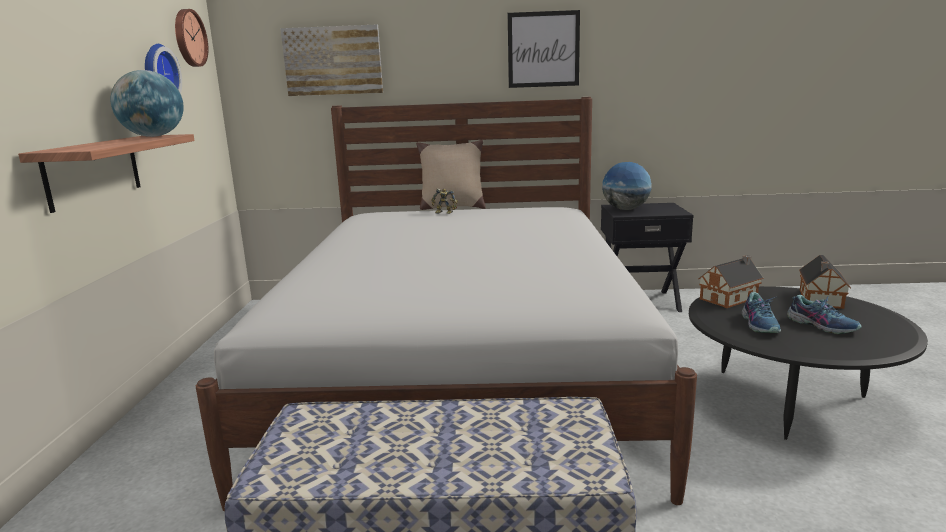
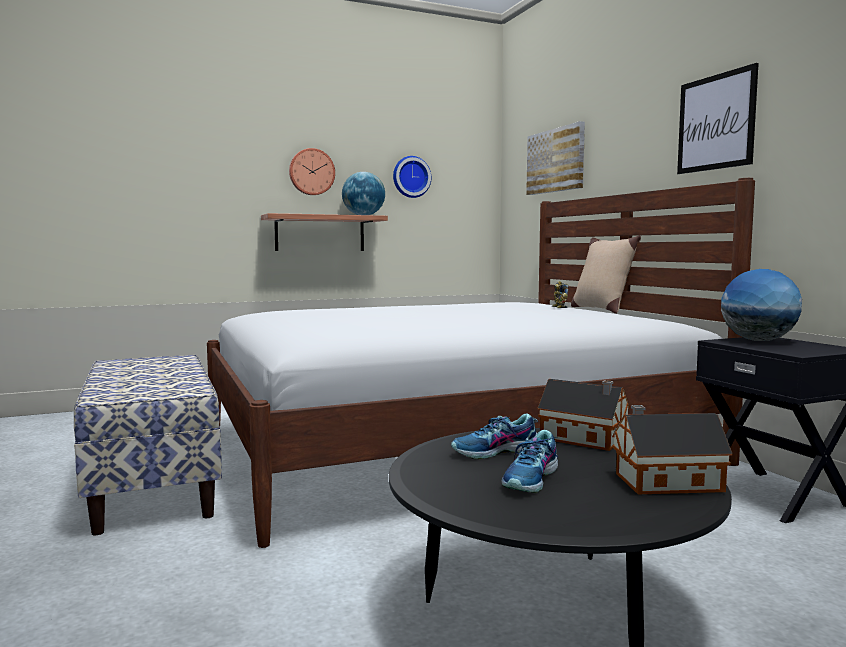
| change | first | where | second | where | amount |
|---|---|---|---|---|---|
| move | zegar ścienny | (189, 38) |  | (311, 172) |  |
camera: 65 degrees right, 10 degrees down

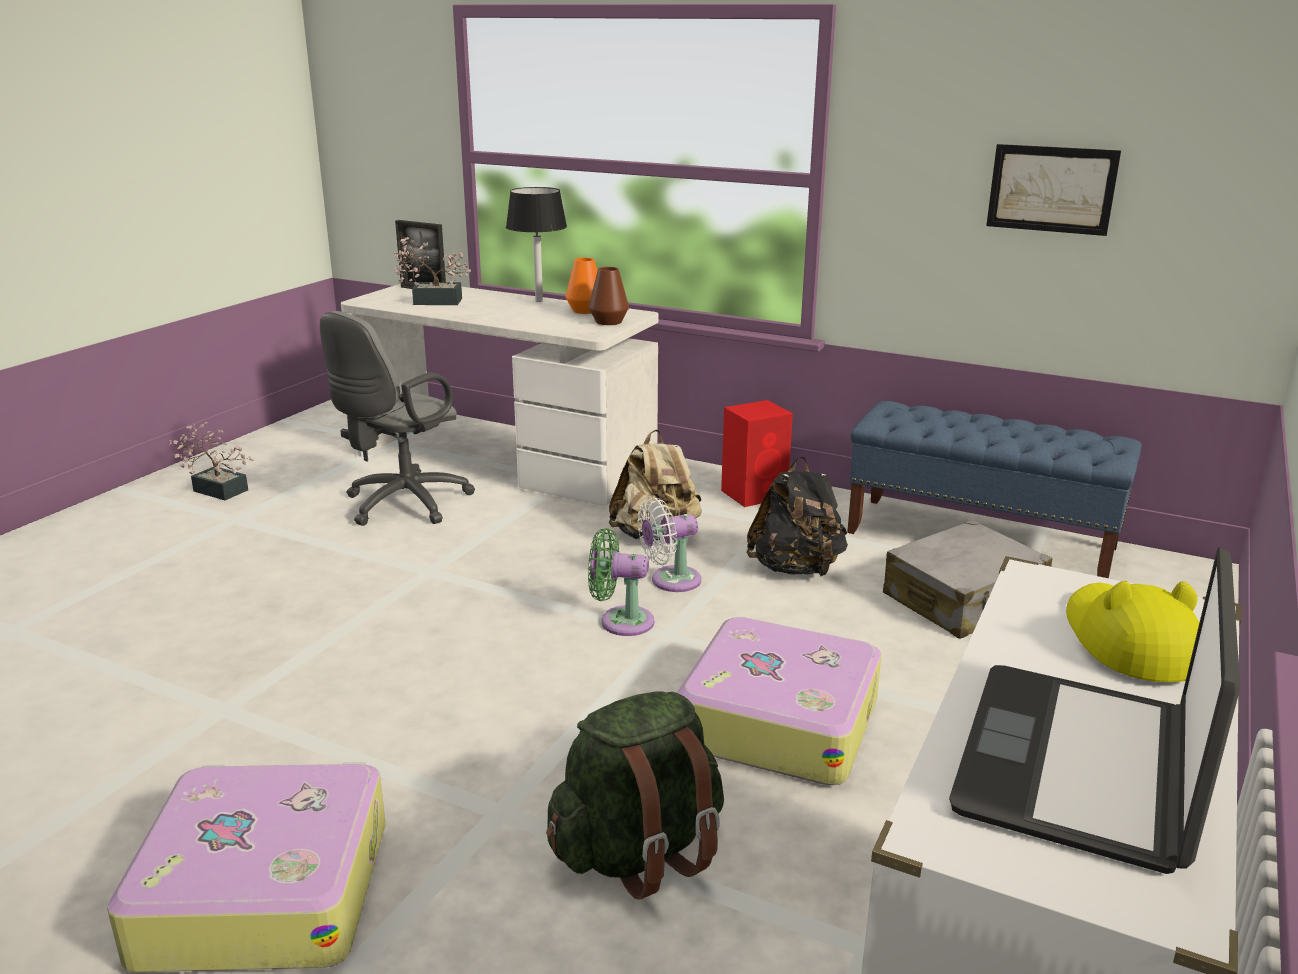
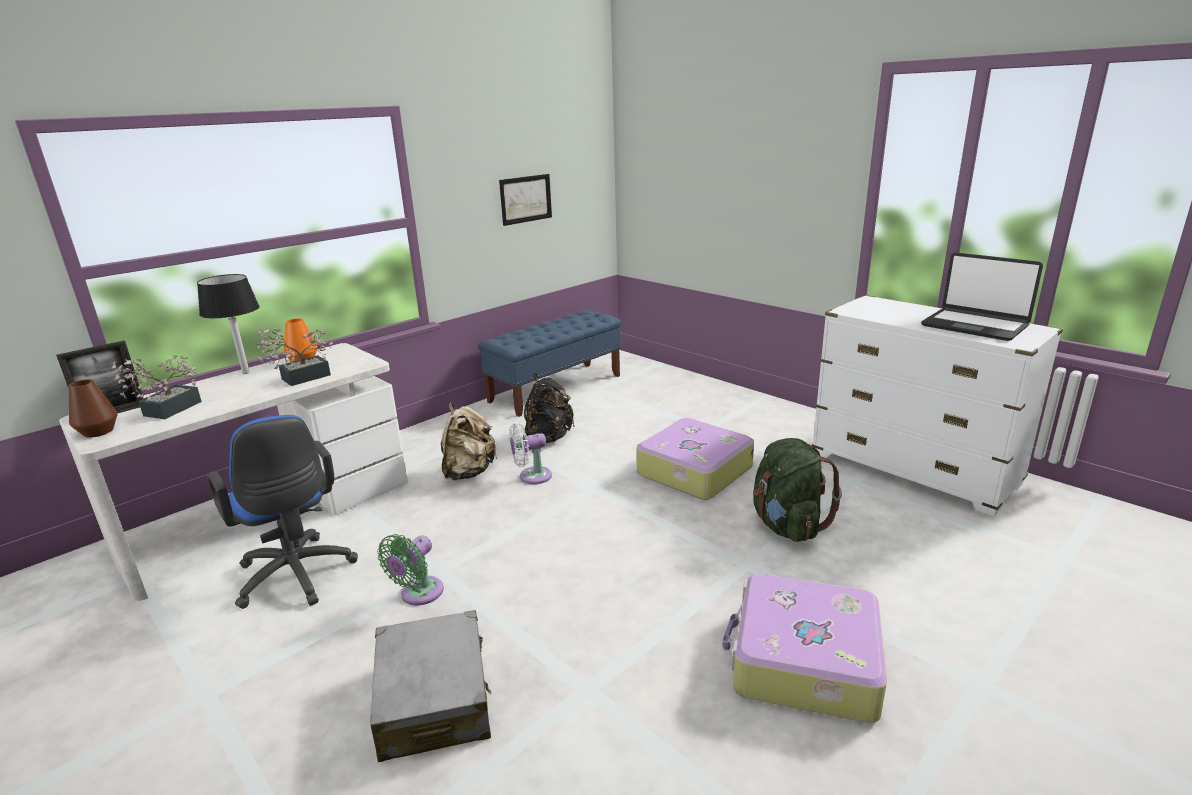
| change | first | where | second | where | amount |
|---|---|---|---|---|---|
| move | wazon (brązowy) | (609, 322) |  | (98, 431) |  |
| recolor | krzesło biurowe (szary) | (401, 505) | krzesło biurowe (niebieski) | (297, 578) |  |
| delete | głośnik (czerwony) | (755, 494) |  |  |  |
| move | roślina doniczkowa | (217, 489) |  | (300, 378) |  |
| rotate | wentylator (biały) | (670, 581) |  | (532, 476) | 75 degrees clockwise |
| move | walizka (szary) | (963, 599) |  | (434, 699) |  |
| move | wentylator (zielony) | (621, 621) |  | (418, 594) |  |
| delete | kapelusz (żółty) | (1128, 640) |  |  |  |
camera: 70 degrees left, 0 degrees up

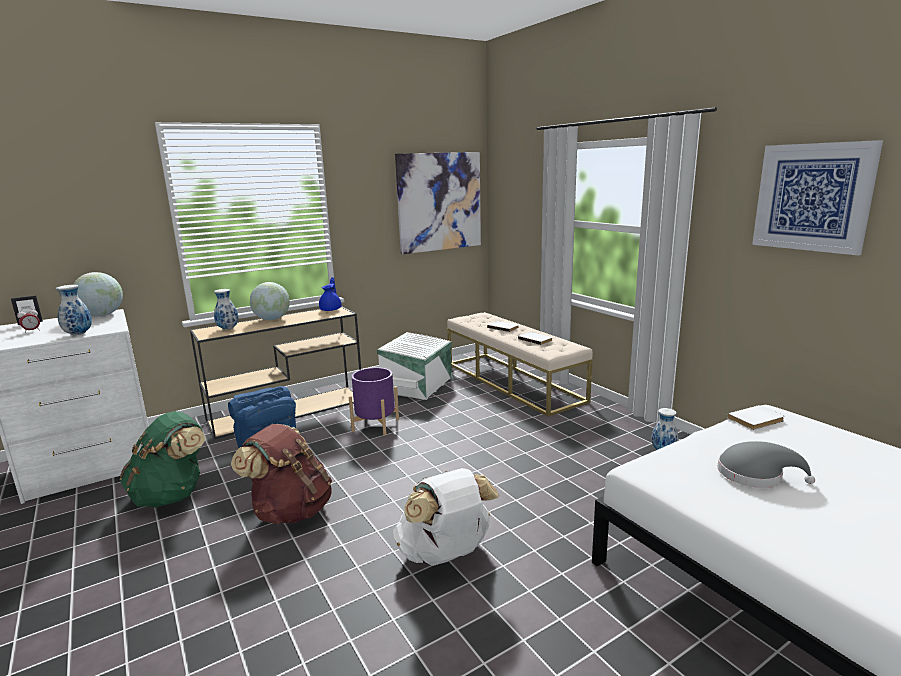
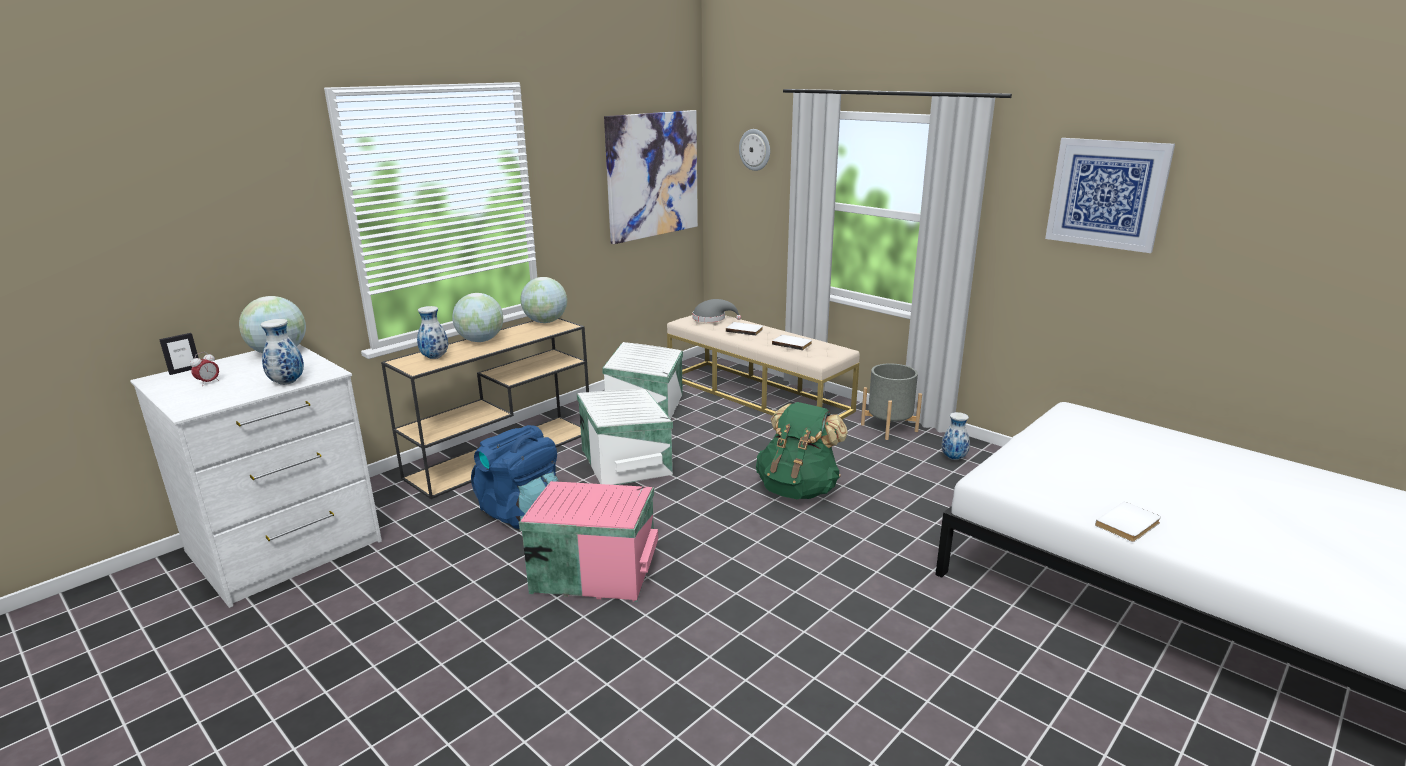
| change | first | where | second | where | amount |
|---|---|---|---|---|---|
| replace | imbryk (niebieski) | (331, 309) | globus | (545, 322) |  |
| replace | donica (fioletowy) | (375, 425) | pojemnik do przechowywania (biały) | (627, 461) |  |
| move | książka (biały) | (757, 420) |  | (1130, 525) |  |
| move | plecak (zielony) | (172, 495) |  | (798, 489) |  |
| replace | plecak (brązowy) | (291, 511) | pojemnik do przechowywania (różowy) | (593, 568) |  |
| move | kapelusz (szary) | (755, 475) |  | (712, 318) |  |
| delete | plecak (biały) | (445, 554) |  |  |  |
| insert |  |  | zegar ścienny | (755, 149) |  |
| insert |  |  | donica (szary) | (889, 428) |  |
camera: 15 degrees left, 5 degrees up

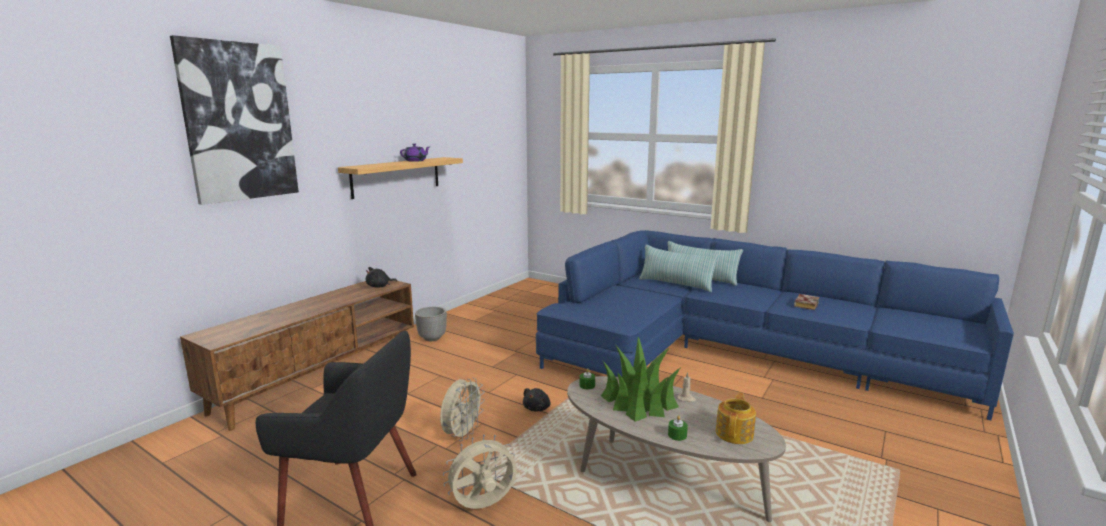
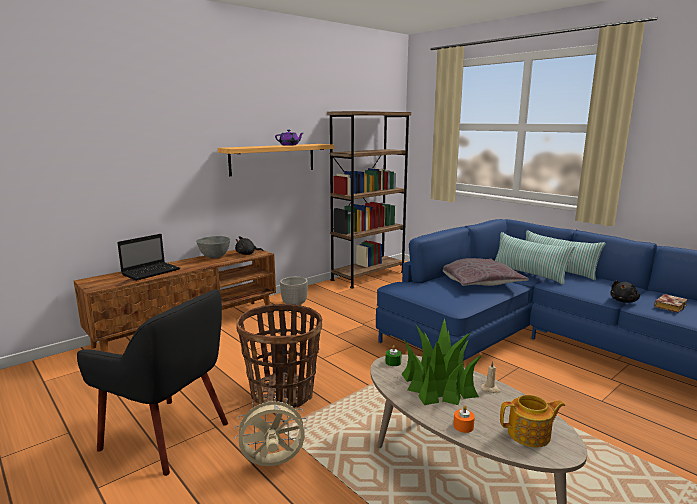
| change | first | where | second | where | amount |
|---|---|---|---|---|---|
| delete | obraz | (239, 122) |  |  |  |
| replace | wentylator (beżowy) | (462, 434) | koszyk | (283, 393) |  |
| move | pluszak (czarny) | (537, 408) |  | (624, 301) |  |
| rotate | imbryk | (735, 433) |  | (530, 434) | 45 degrees clockwise |
| recolor | świeca (zielony) | (677, 435) | świeca (pomarańczowy) | (463, 426) |  |
| insert |  |  | regał (brązowy) | (368, 276) |  |
| insert |  |  | laptop | (152, 272) |  |
| insert |  |  | miska (szary) | (215, 257) |  |
| insert |  |  | poduszka (szary) | (477, 281) |  |
camera: 15 degrees right, 0 degrees up

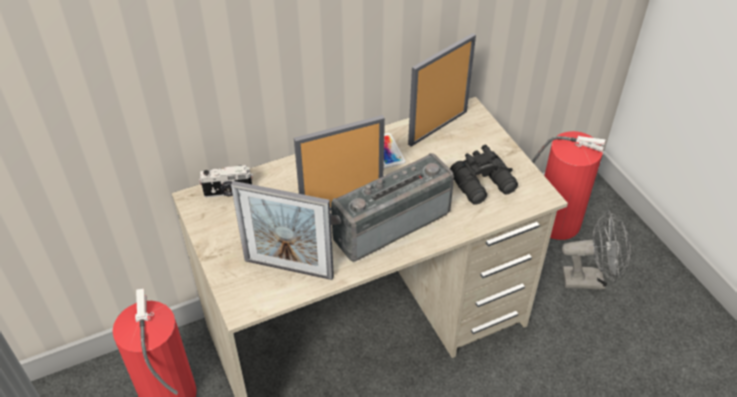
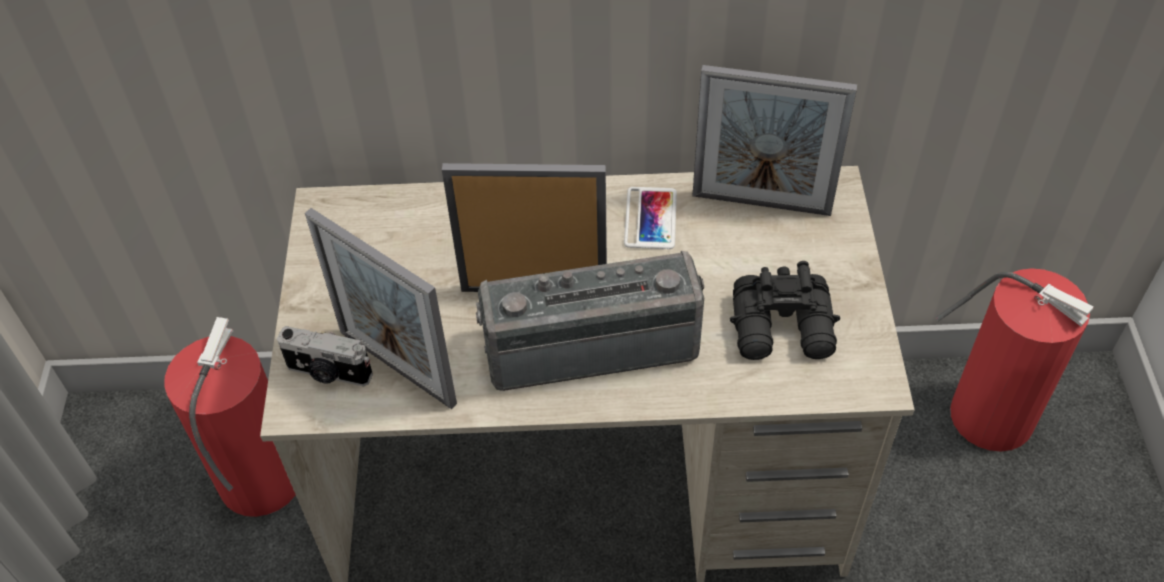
| change | first | where | second | where | amount |
|---|---|---|---|---|---|
| rotate | ramka na zdjęcie | (437, 128) |  | (761, 203) | 150 degrees counterclockwise |
| move | aparat fotograficzny | (228, 192) |  | (328, 373) |  |
| delete | wentylator (szary) | (590, 279) |  |  |  |
camera: 25 degrees right, 5 degrees up

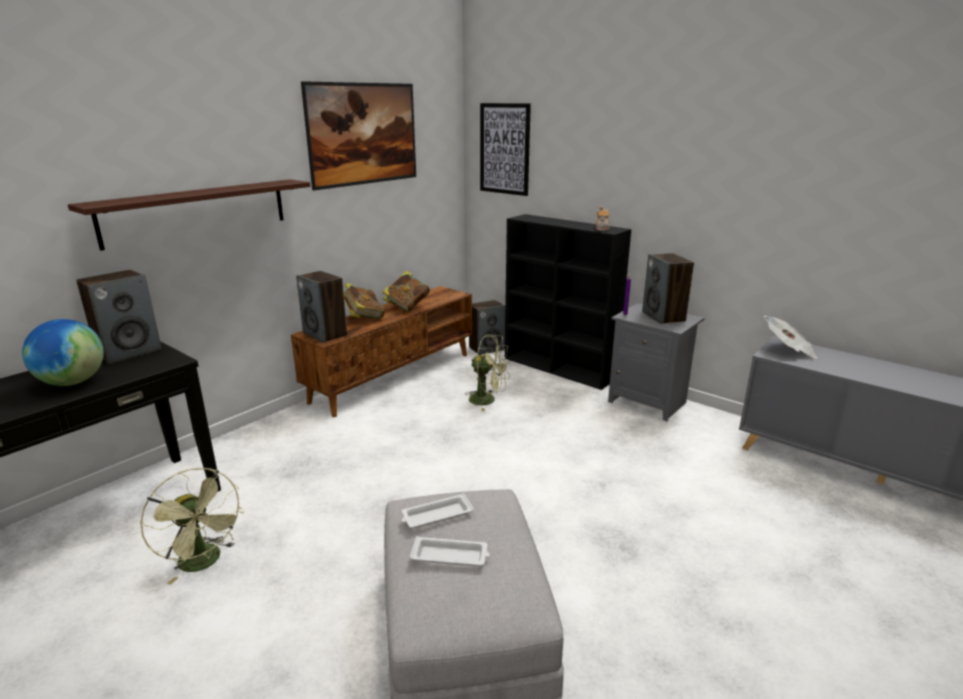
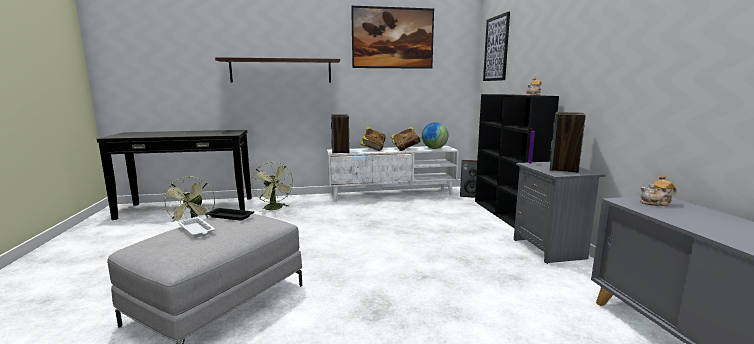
| change | first | where | second | where | amount |
|---|---|---|---|---|---|
| delete | głośnik | (129, 352) |  |  |  |
| recolor | szafka pod telewizor (brązowy) | (393, 377) | szafka pod telewizor (biały) | (392, 194) |  |
| replace | gazeta | (788, 350) | imbryk | (656, 203) |  |
| move | globus | (72, 382) |  | (434, 148) |  |
| move | wentylator (zielony) | (488, 400) |  | (275, 209) |  |
| recolor | taca (biały) | (436, 516) | taca (czarny) | (229, 216) |  |
camera: 40 degrees right, 10 degrees down

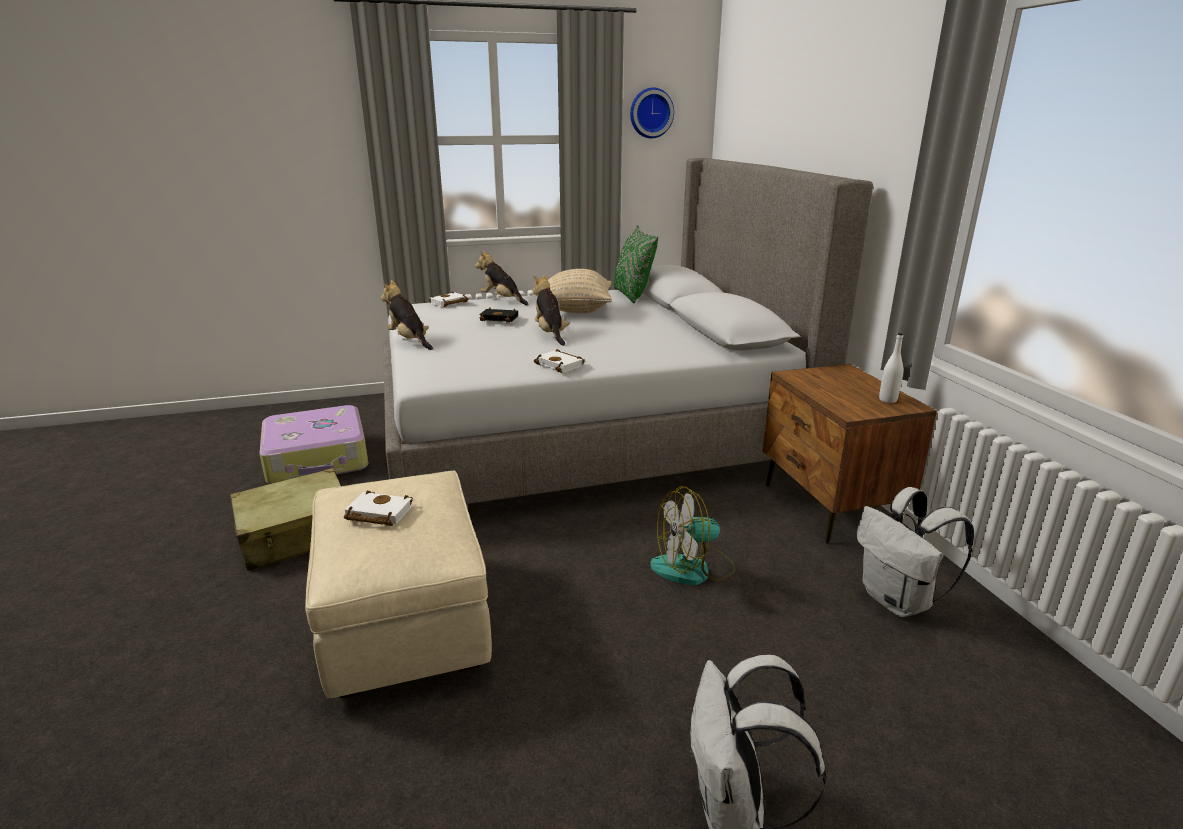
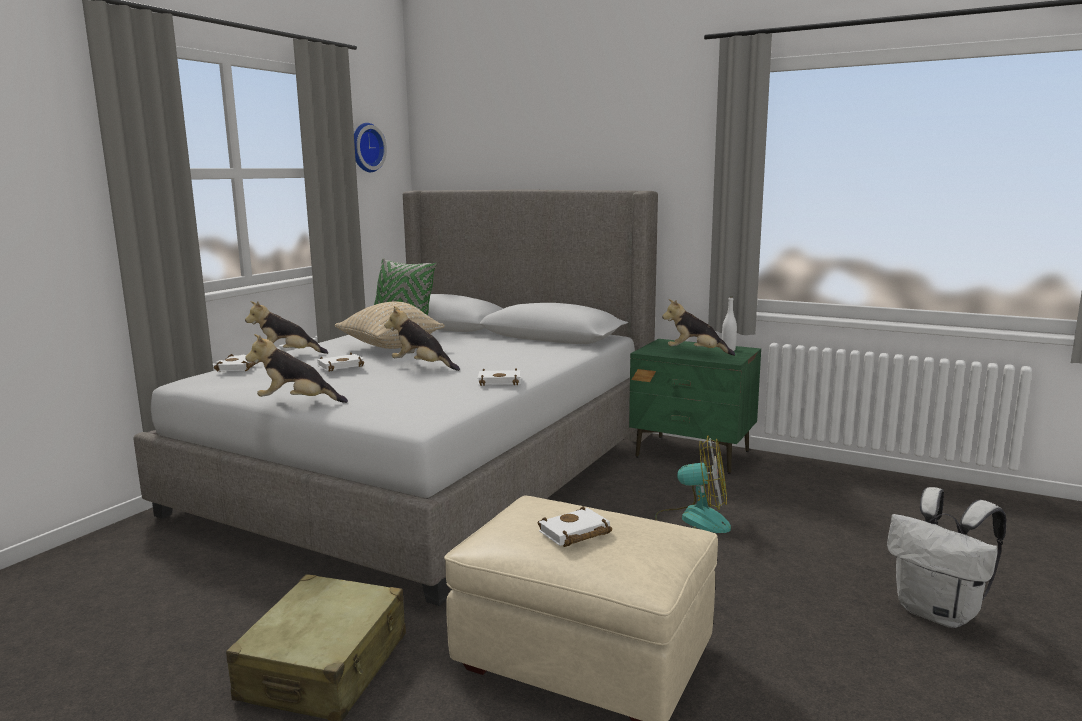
| change | first | where | second | where | amount |
|---|---|---|---|---|---|
| recolor | książka (czarny) | (500, 318) | książka (biały) | (341, 366) |  |
| recolor | szafka nocna (brązowy) | (829, 507) | szafka nocna (zielony) | (693, 454) |  |
| delete | walizka | (318, 459) |  |  |  |
| rotate | wentylator | (693, 568) |  | (693, 521) | 105 degrees counterclockwise |
| delete | plecak (biały) | (898, 601) |  |  |  |
| insert |  |  | pluszak | (695, 353) |  |
camera: 45 degrees left, 10 degrees down

